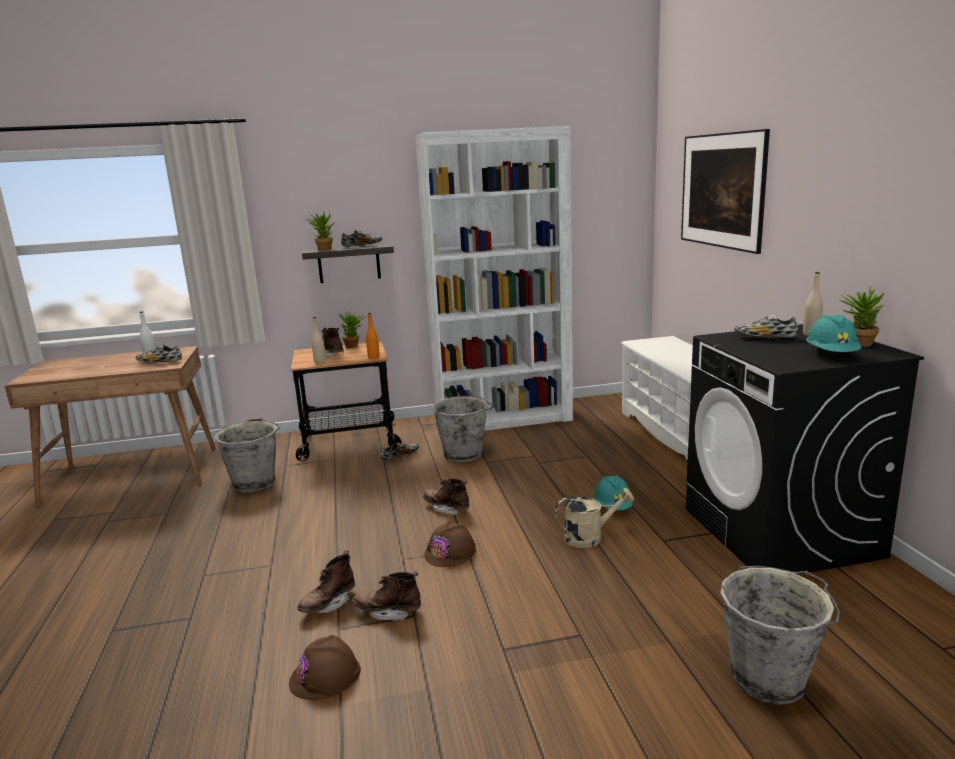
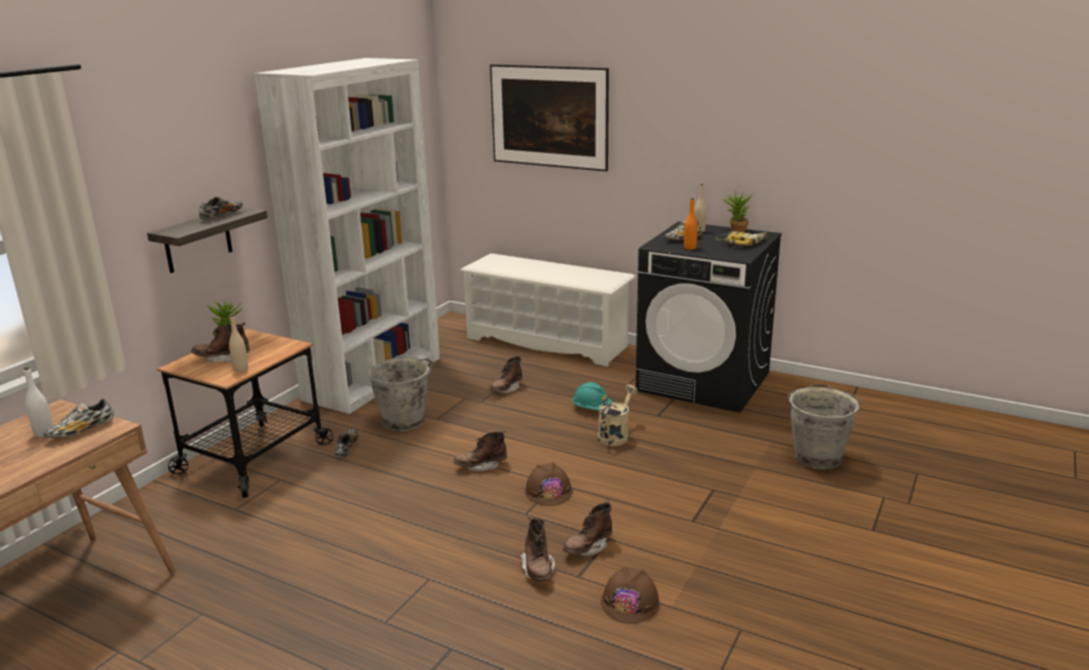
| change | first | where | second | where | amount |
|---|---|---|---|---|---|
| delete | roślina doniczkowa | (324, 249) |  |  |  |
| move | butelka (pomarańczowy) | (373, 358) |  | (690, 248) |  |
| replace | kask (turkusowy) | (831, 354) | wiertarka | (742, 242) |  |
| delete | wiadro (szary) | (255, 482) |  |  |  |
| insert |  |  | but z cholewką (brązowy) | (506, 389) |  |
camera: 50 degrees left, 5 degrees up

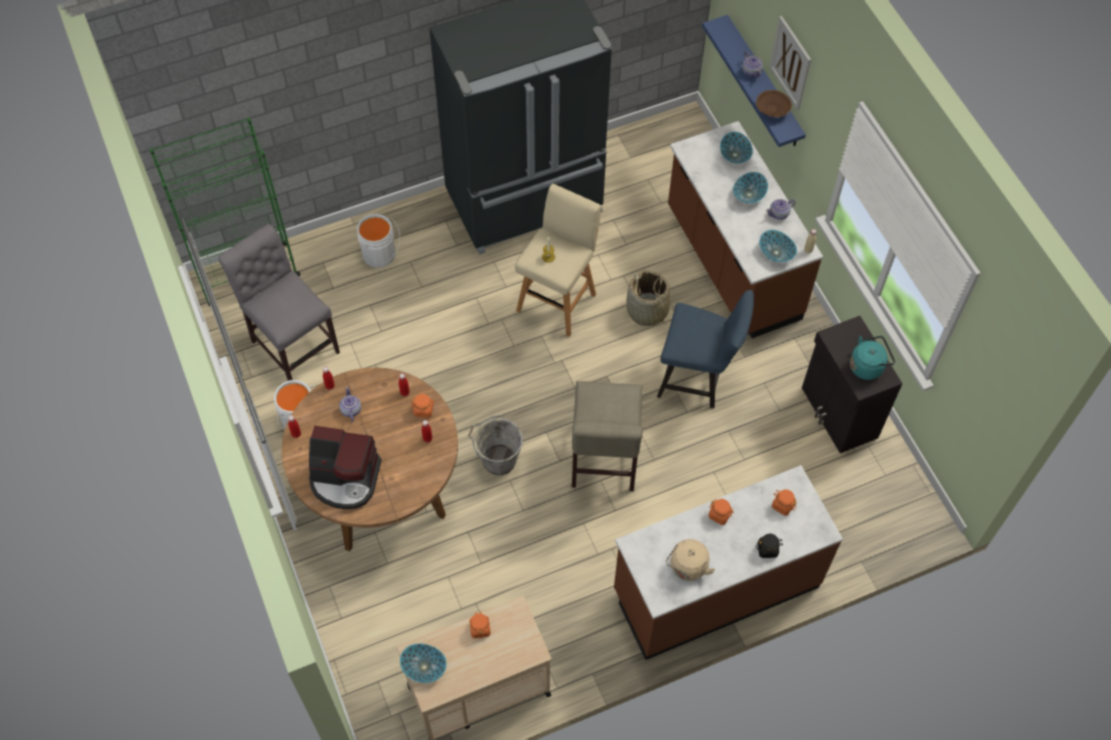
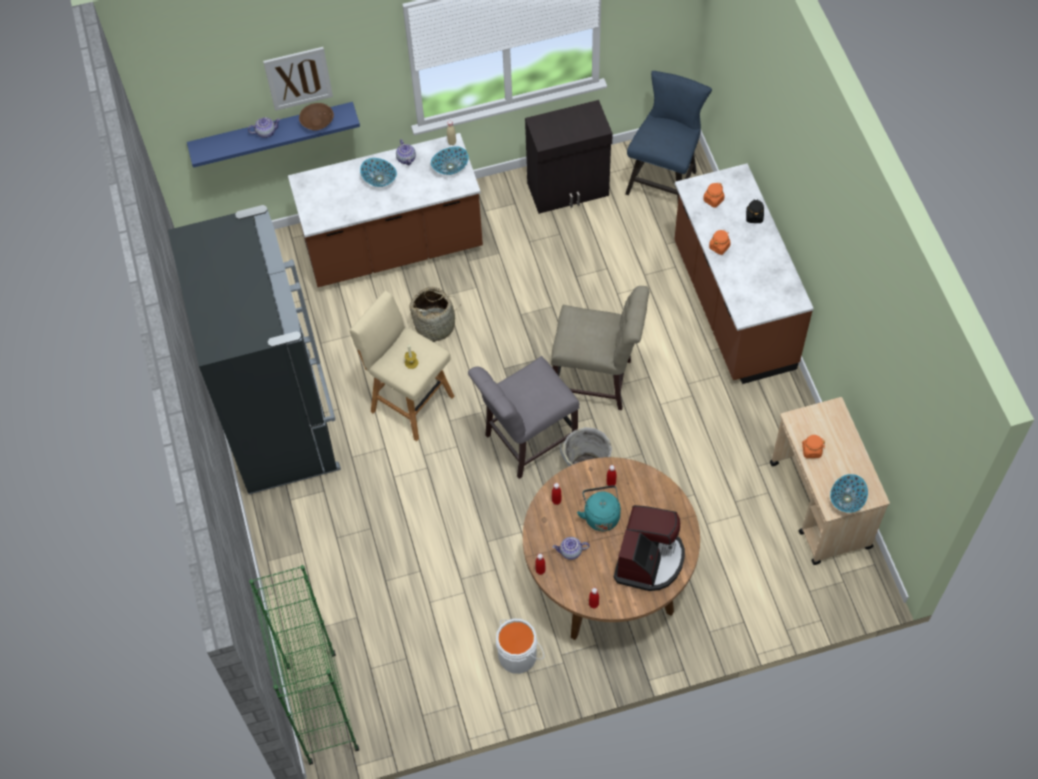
| change | first | where | second | where | amount |
|---|---|---|---|---|---|
| delete | miska | (734, 155) |  |  |  |
| delete | wiadro (biały) | (380, 255) |  |  |  |
| move | krzesło (szary) | (292, 343) |  | (526, 441) |  |
| move | krzesło (niebieski) | (698, 378) |  | (664, 179) |  |
| move | czajnik (turkusowy) | (868, 366) |  | (601, 515) |  |
| delete | słoik (pomarańczowy) | (423, 410) |  |  |  |
| delete | czajnik (beżowy) | (687, 568) |  |  |  |
camera: 80 degrees left, 0 degrees up

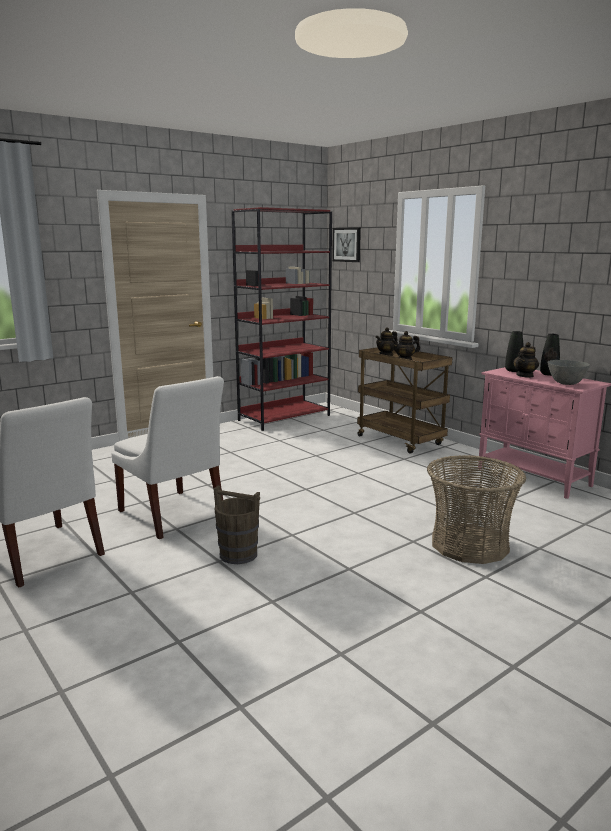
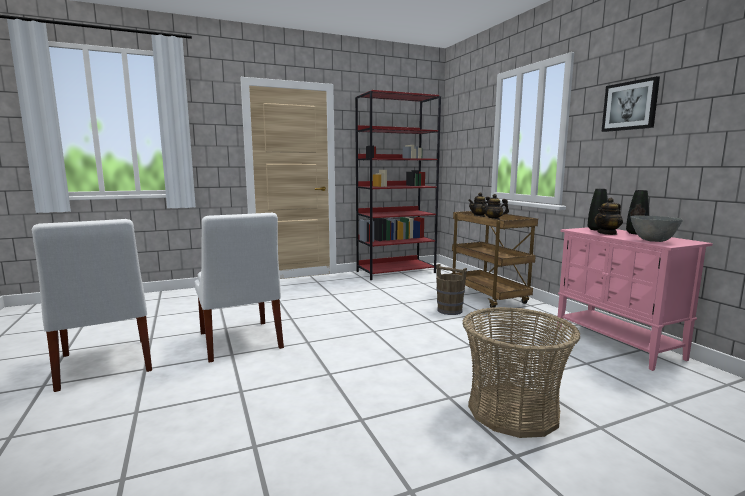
| change | first | where | second | where | amount |
|---|---|---|---|---|---|
| move | obraz | (347, 244) |  | (630, 106) |  |
| move | wiadro (brązowy) | (238, 554) |  | (449, 310) |  |
camera: 15 degrees right, 5 degrees down

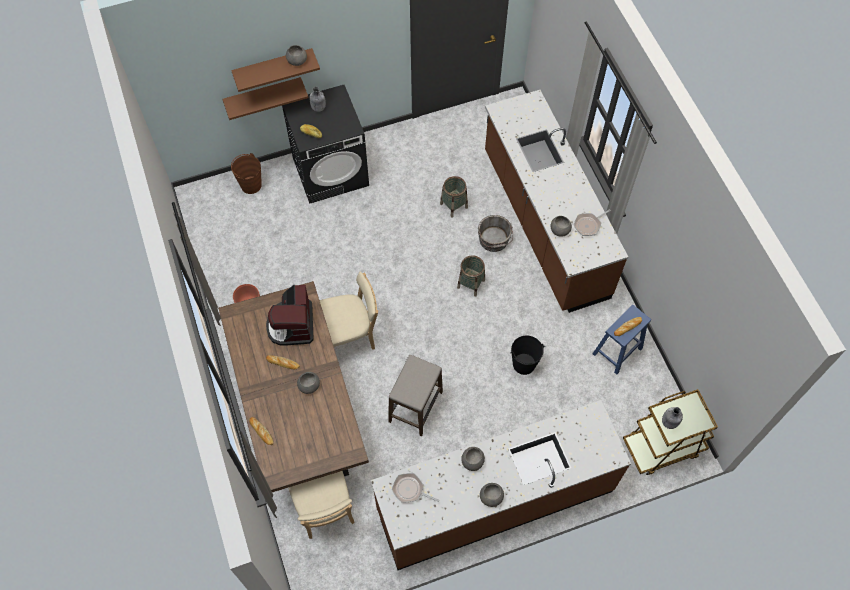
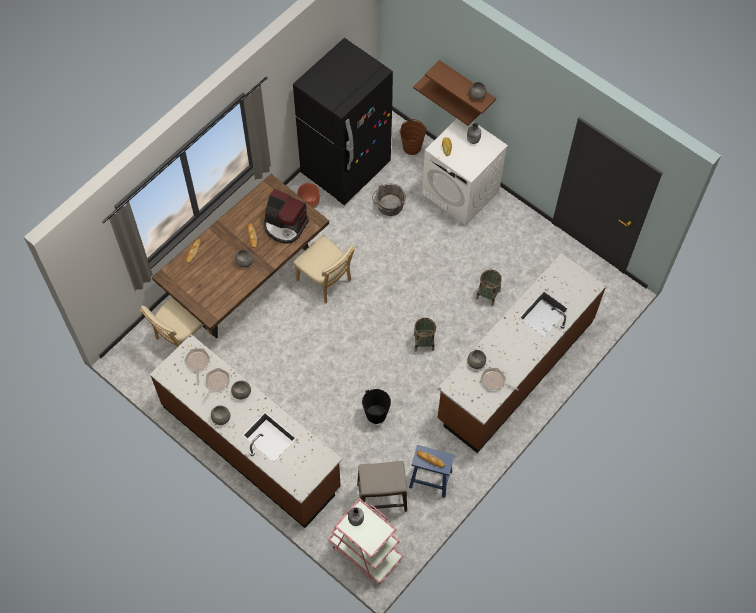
| change | first | where | second | where | amount |
|---|---|---|---|---|---|
| recolor | pralka (czarny) | (331, 171) | pralka (biały) | (461, 193) |  |
| move | wiadro (szary) | (494, 240) |  | (389, 206) |  |
| rotate | ekspres do kawy | (292, 325) |  | (285, 225) | 120 degrees counterclockwise |
| move | stołek | (415, 407) |  | (381, 497) |  |
| recolor | wózek (brązowy) | (662, 446) | wózek (różowy) | (365, 550) |  |
| insert |  |  | lodówka (czarny) | (346, 168) |  |
| insert |  |  | patelnia | (216, 383) |  |
camera: 60 degrees right, 0 degrees up

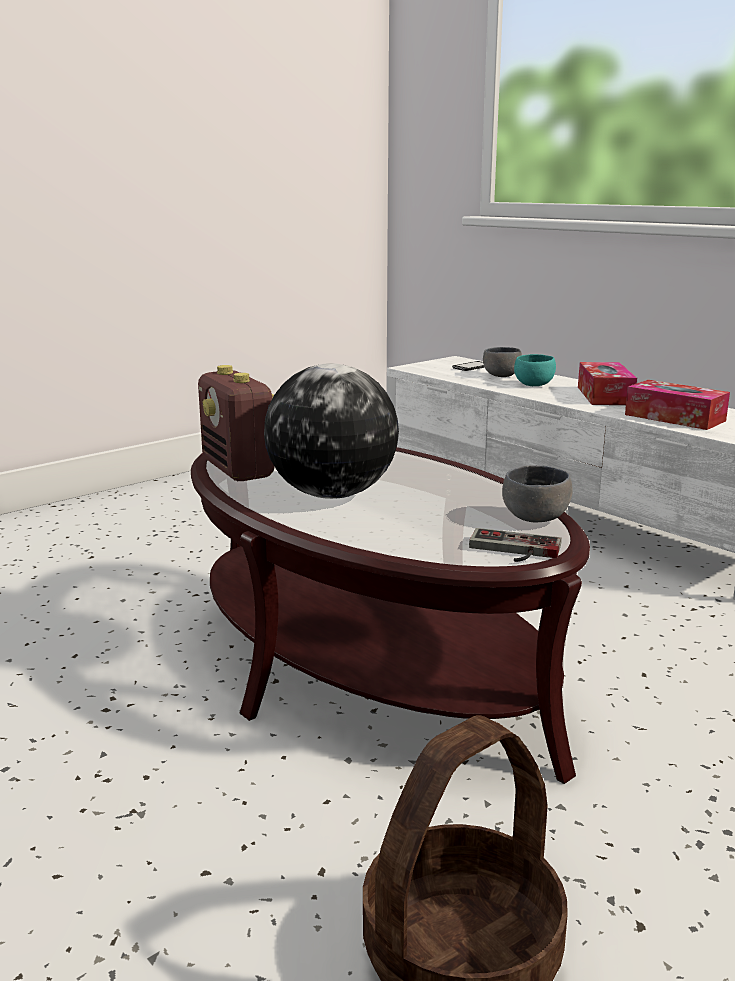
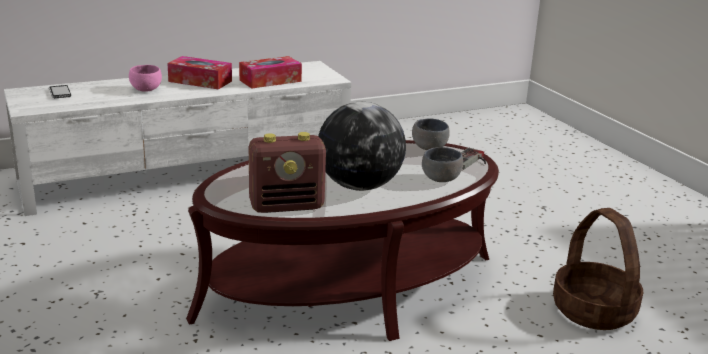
| change | first | where | second | where | amount |
|---|---|---|---|---|---|
| move | miska (szary) | (500, 376) |  | (440, 180) |  |
| recolor | miska (turkusowy) | (533, 385) | miska (różowy) | (146, 90) |  |
camera: 75 degrees left, 5 degrees up

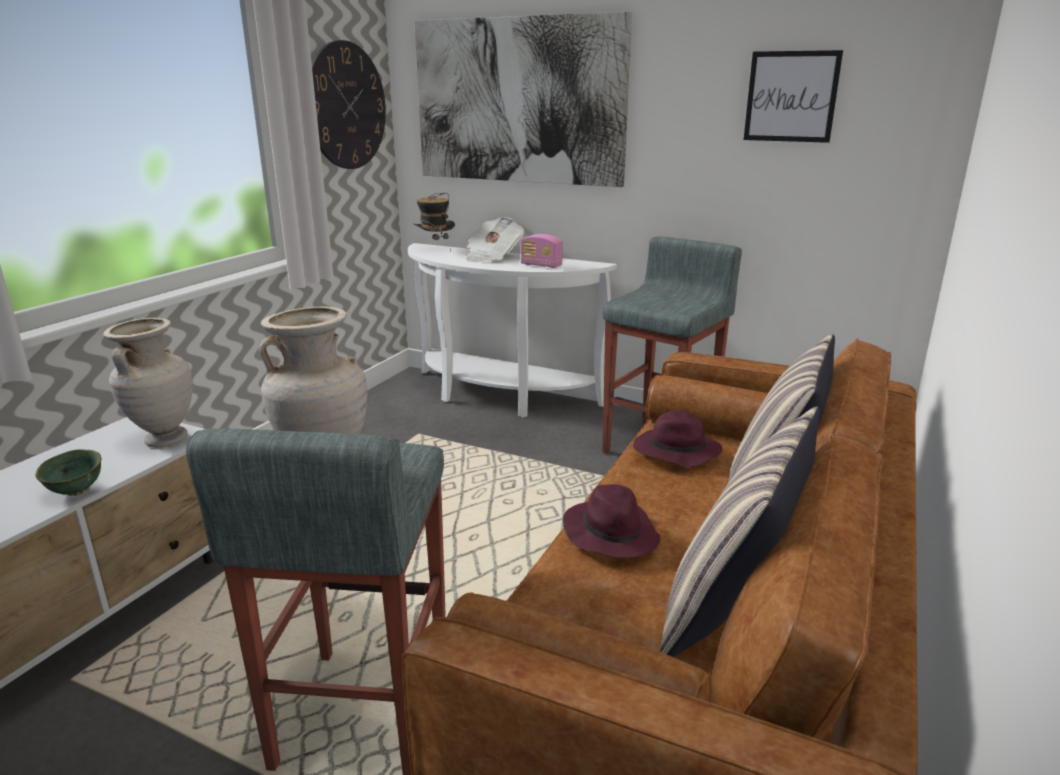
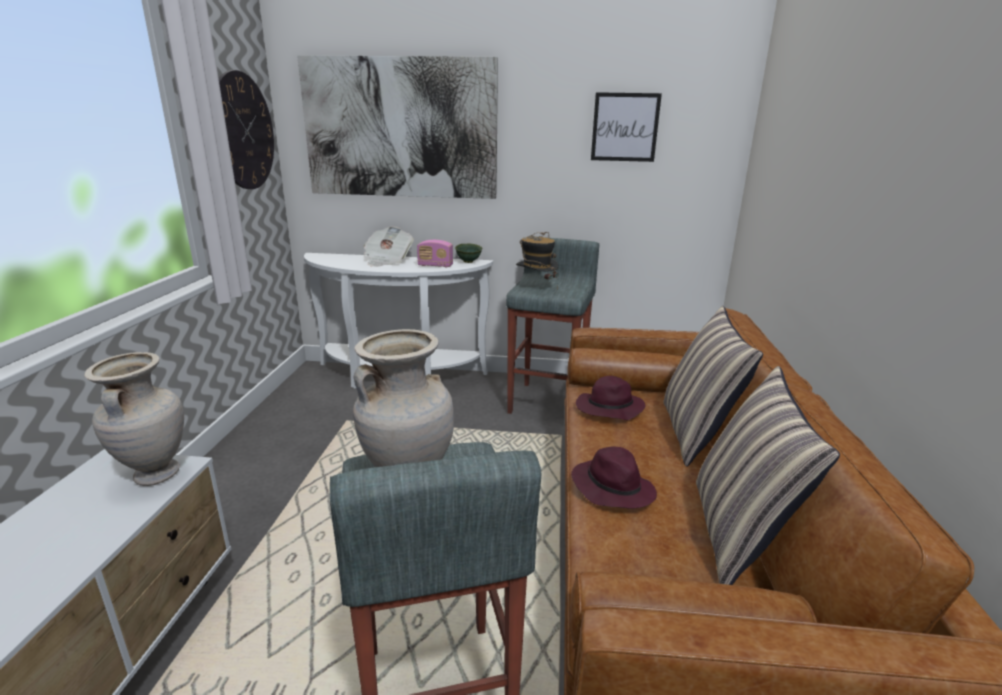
| change | first | where | second | where | amount |
|---|---|---|---|---|---|
| move | kapelusz | (435, 249) |  | (536, 287) |  |
| move | miska (zielony) | (78, 491) |  | (469, 262) |  |
camera: 20 degrees left, 0 degrees up

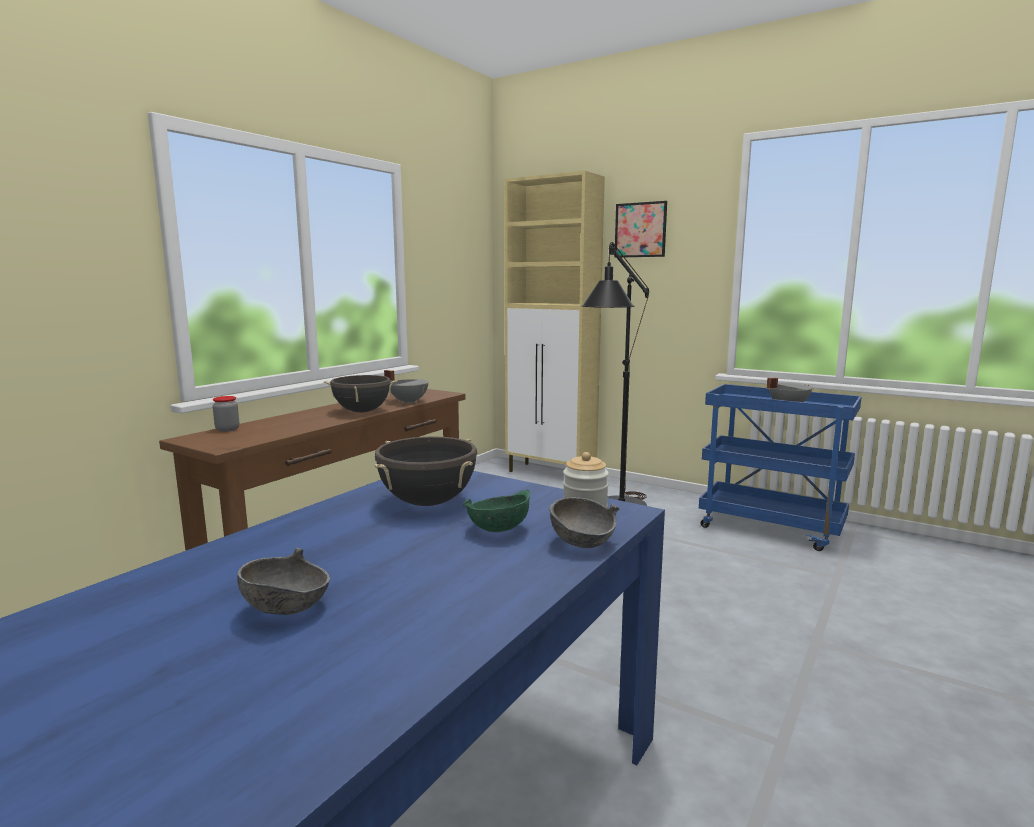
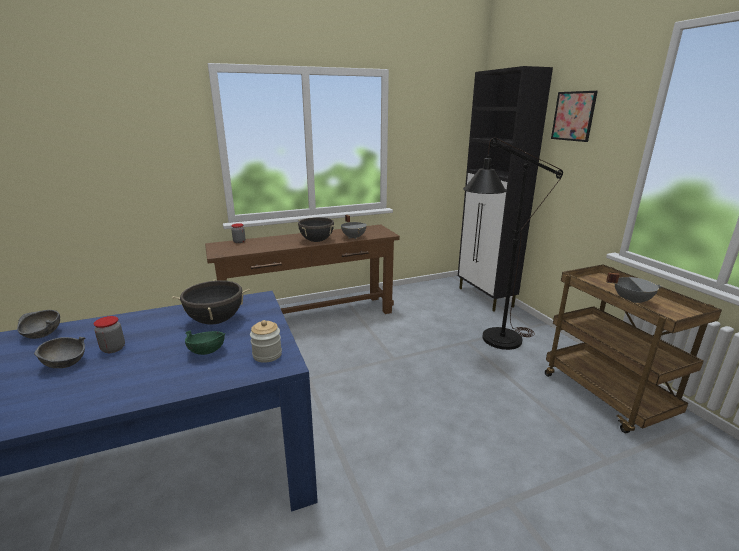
| change | first | where | second | where | amount |
|---|---|---|---|---|---|
| recolor | szafka (beżowy) | (551, 474) | szafka (czarny) | (485, 297) |  |
| recolor | wózek (niebieski) | (771, 528) | wózek (brązowy) | (607, 397) |  |
| move | miska (szary) | (582, 543) |  | (42, 335) |  |
| insert |  |  | słoik | (113, 348) |  |
camera: 35 degrees right, 10 degrees up

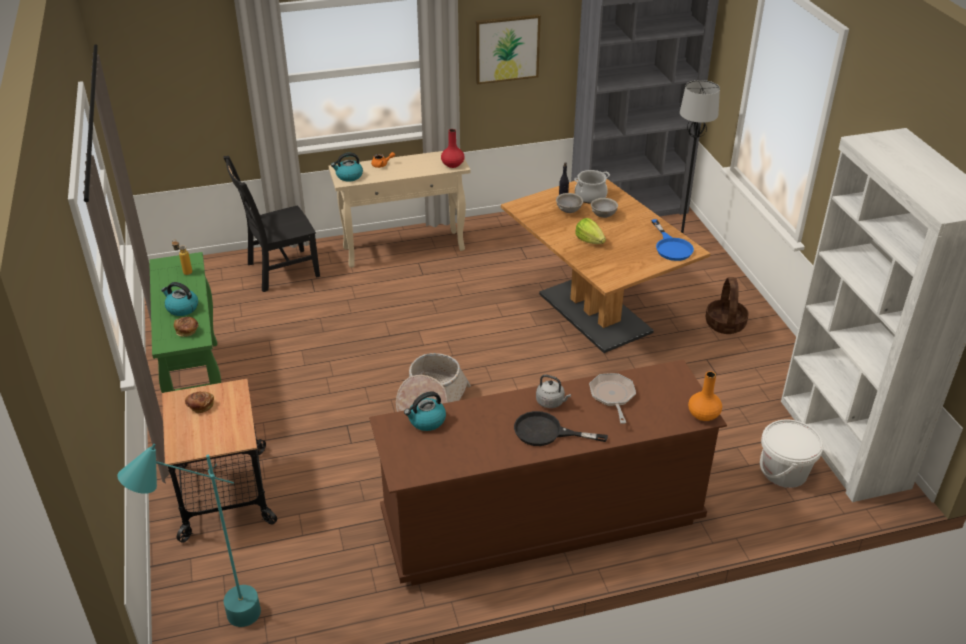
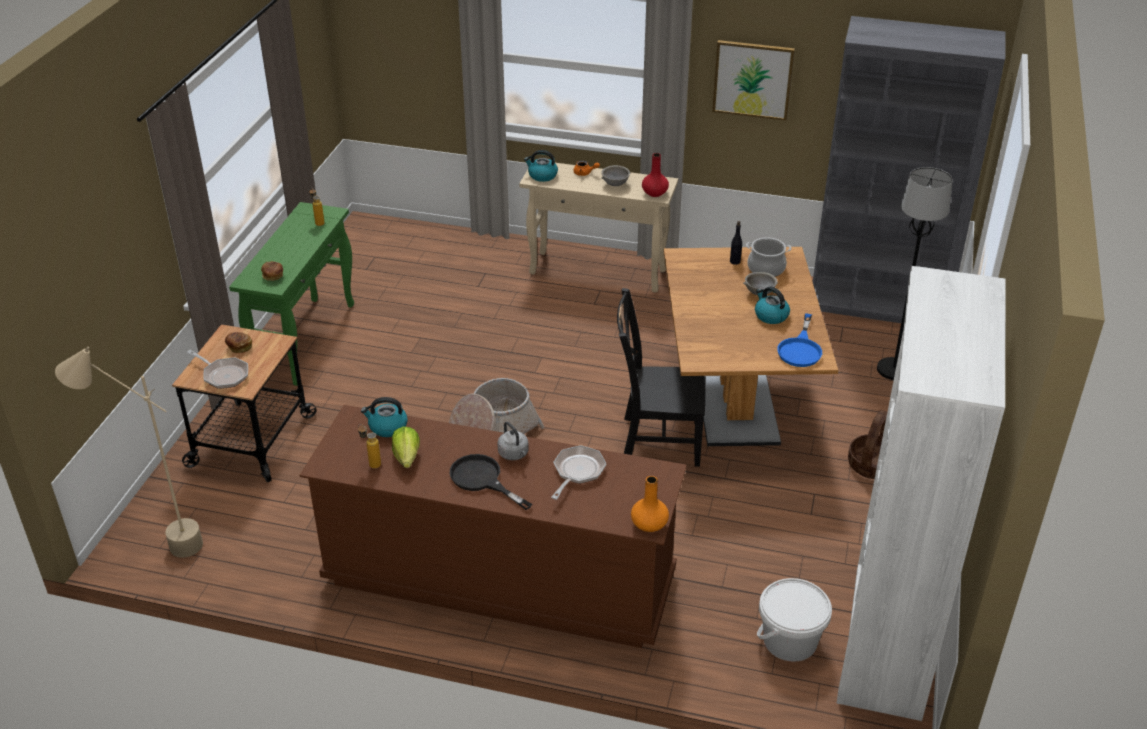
| change | first | where | second | where | amount |
|---|---|---|---|---|---|
| move | krzesło (czarny) | (280, 271) |  | (656, 441) |  |
| move | miska (szary) | (569, 211) |  | (615, 184) |  |
| move | sałata | (589, 240) |  | (407, 457) |  |
| move | czajnik | (182, 308) |  | (770, 316) |  |
| recolor | lampa stojąca (turkusowy) | (217, 626) | lampa stojąca (beżowy) | (158, 547) |  |
| insert |  |  | patelnia | (223, 375) |  |
| insert |  |  | butelka | (371, 463) |  |
camera: 30 degrees right, 0 degrees up

